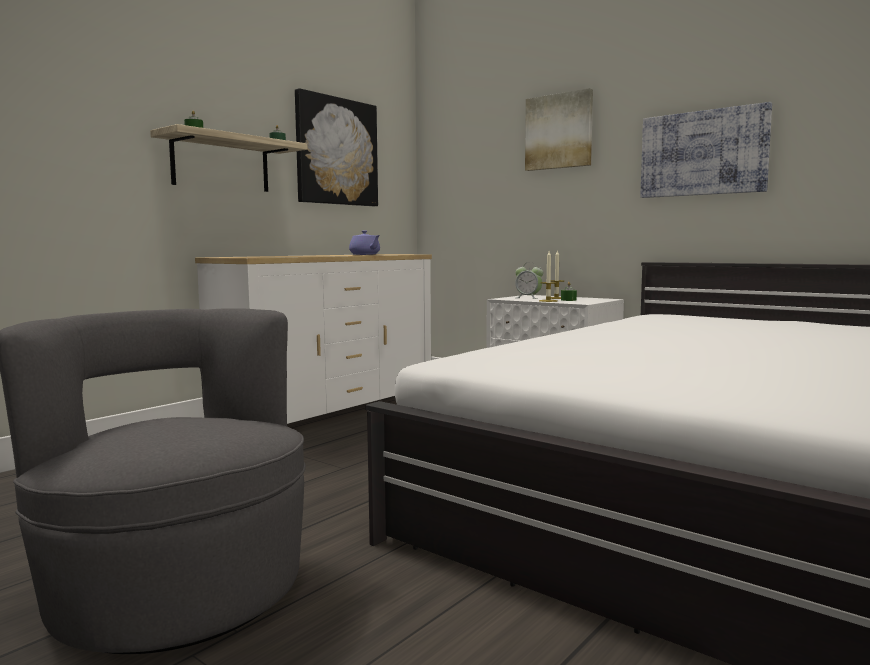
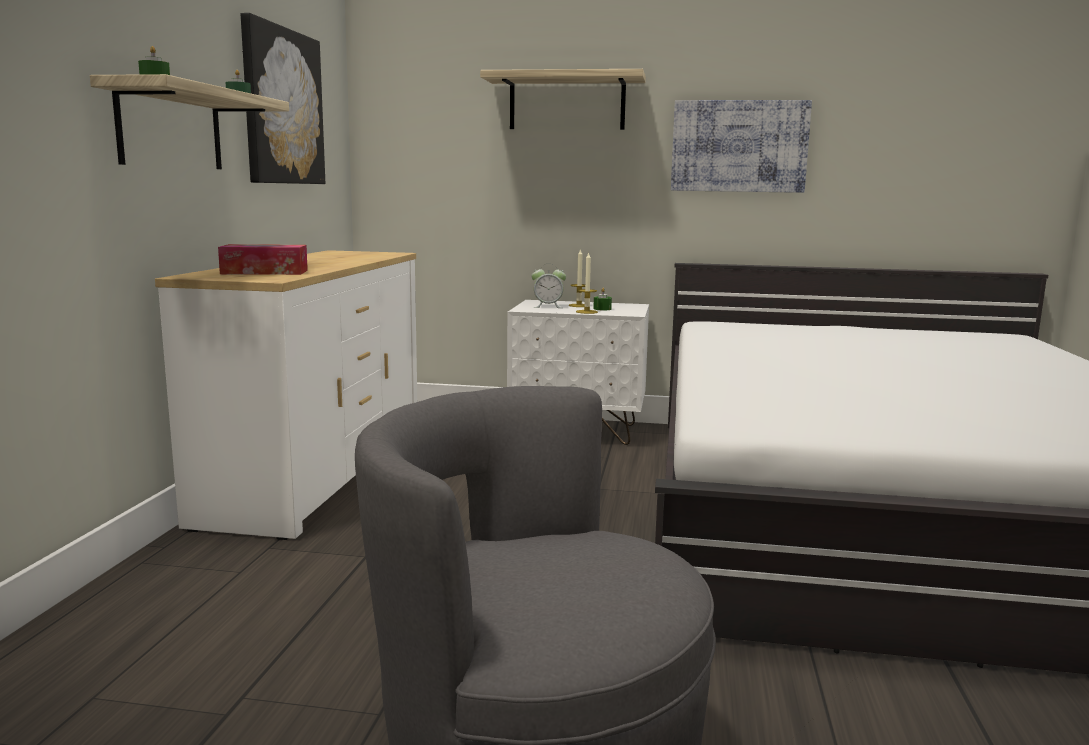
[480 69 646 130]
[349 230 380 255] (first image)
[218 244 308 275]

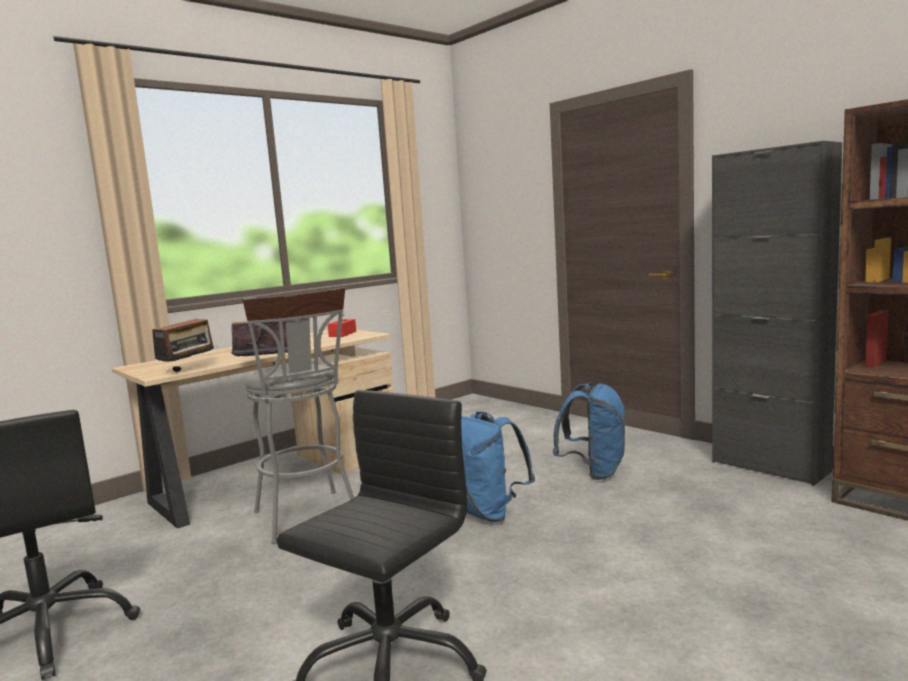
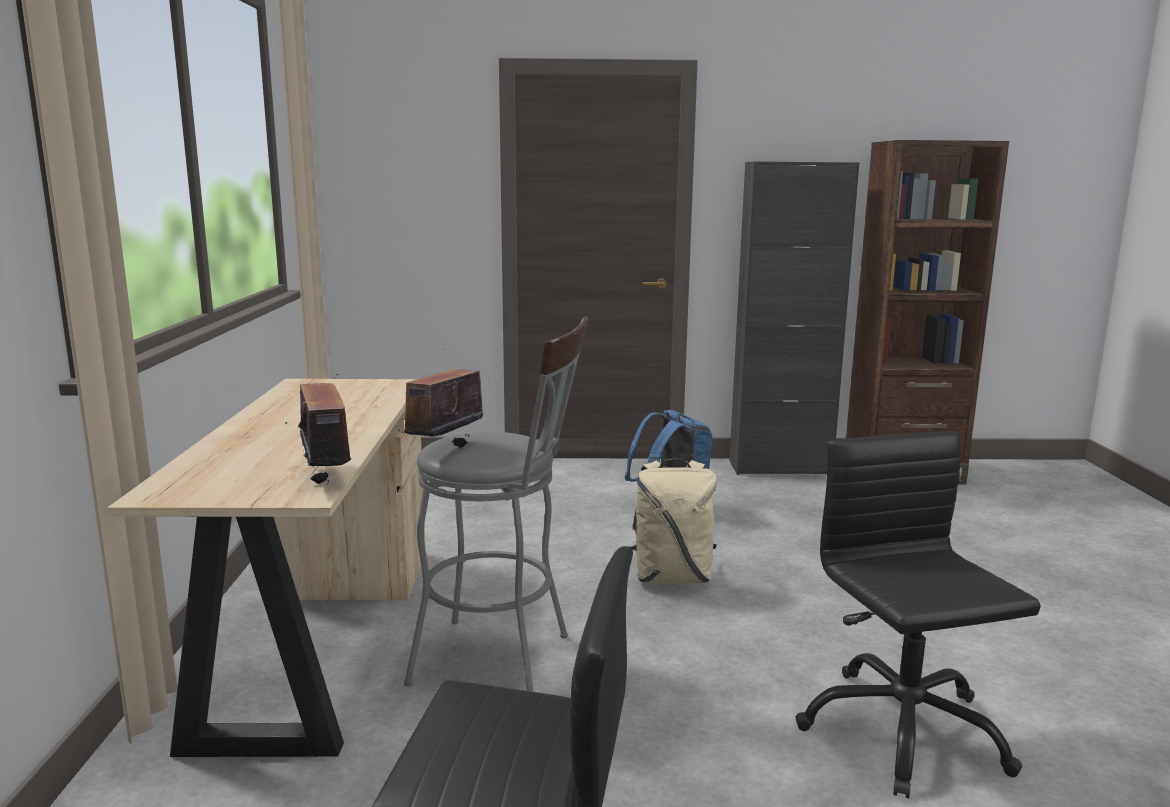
[328 310 356 337] (first image)
[631 459 717 584]

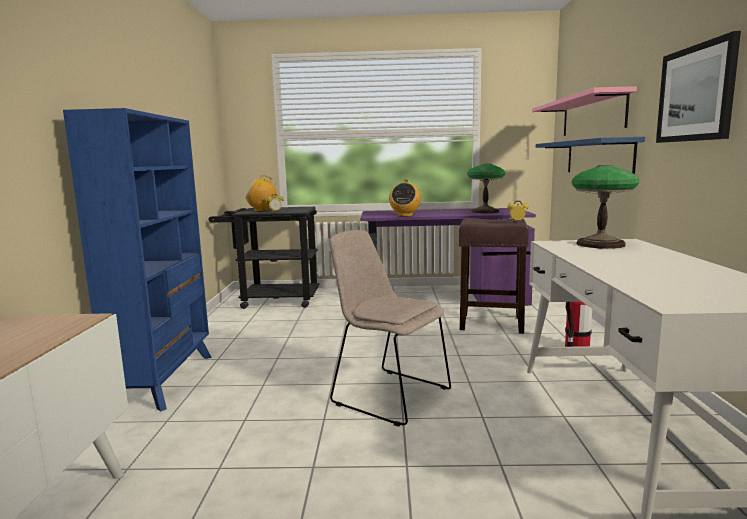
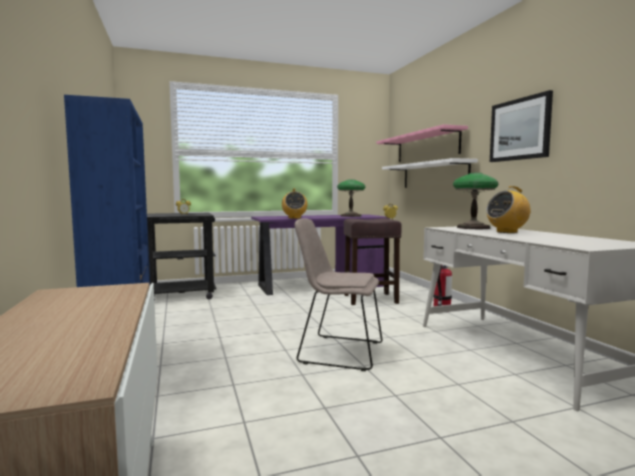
[382 158 478 188]
[486 186 531 233]

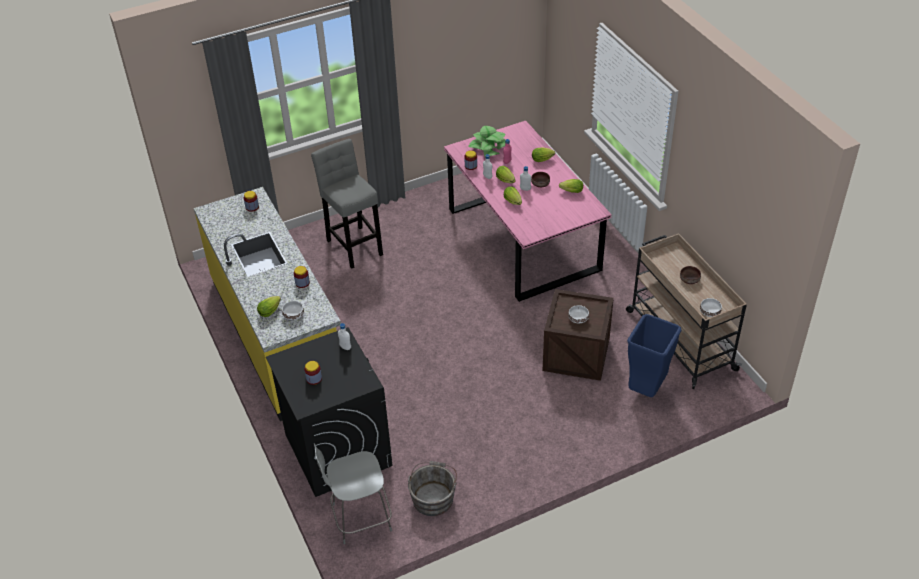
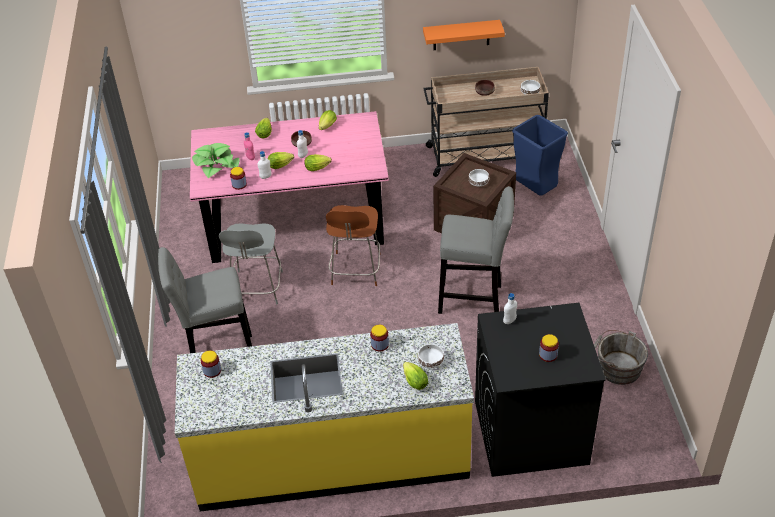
[219 223 283 304]
[423 20 505 50]
[438 186 514 314]
[326 205 381 286]

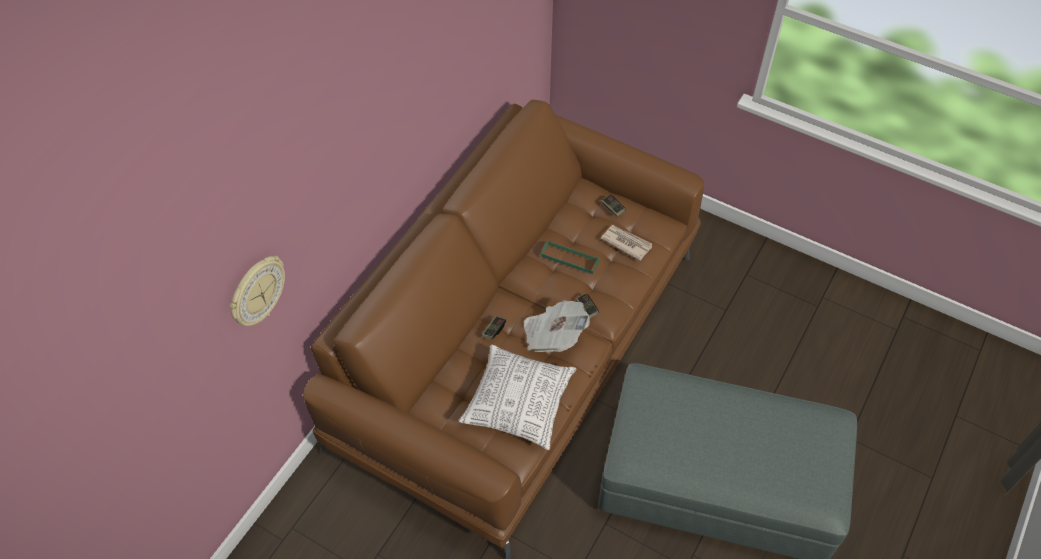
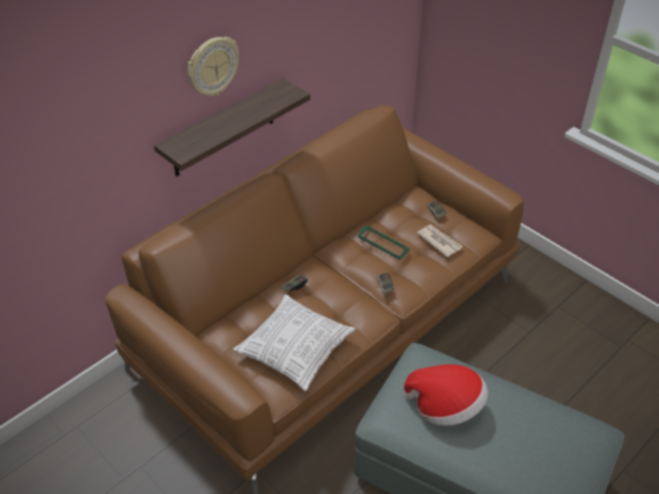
[188 37 239 96]
[524 300 590 352] (first image)
[154 78 310 177]
[404 364 488 426]

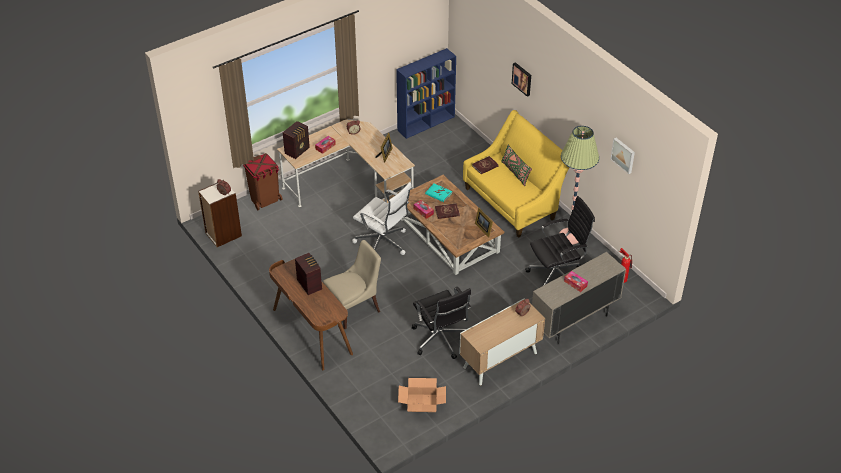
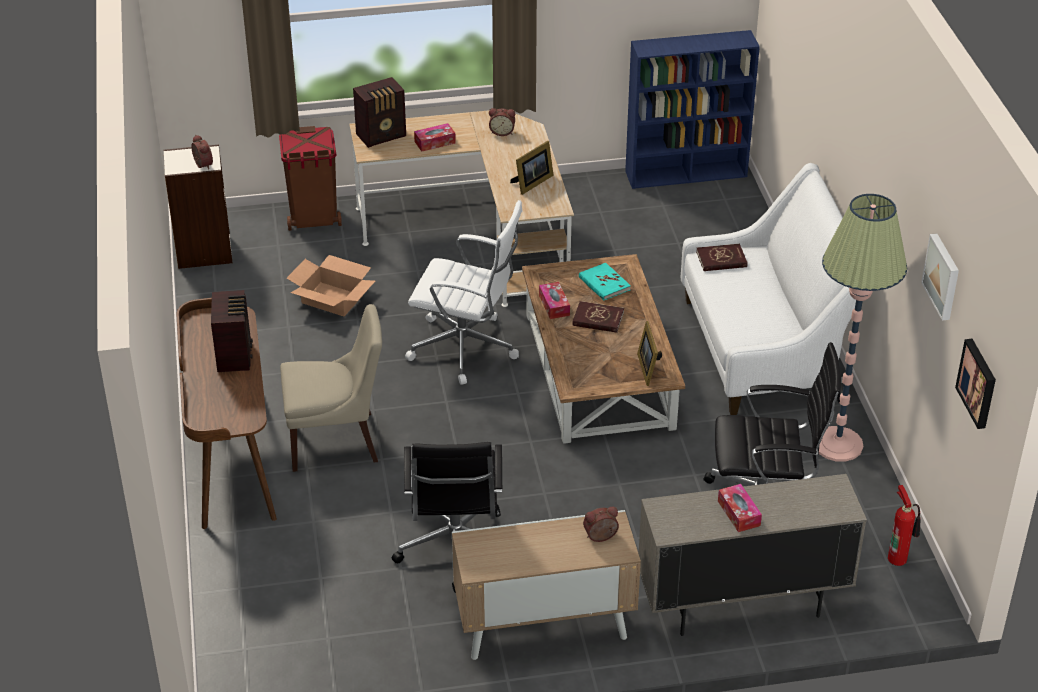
[955 339 996 429]
[681 163 856 415]
[501 145 532 186] (first image)
[405 200 523 385]
[286 255 375 316]

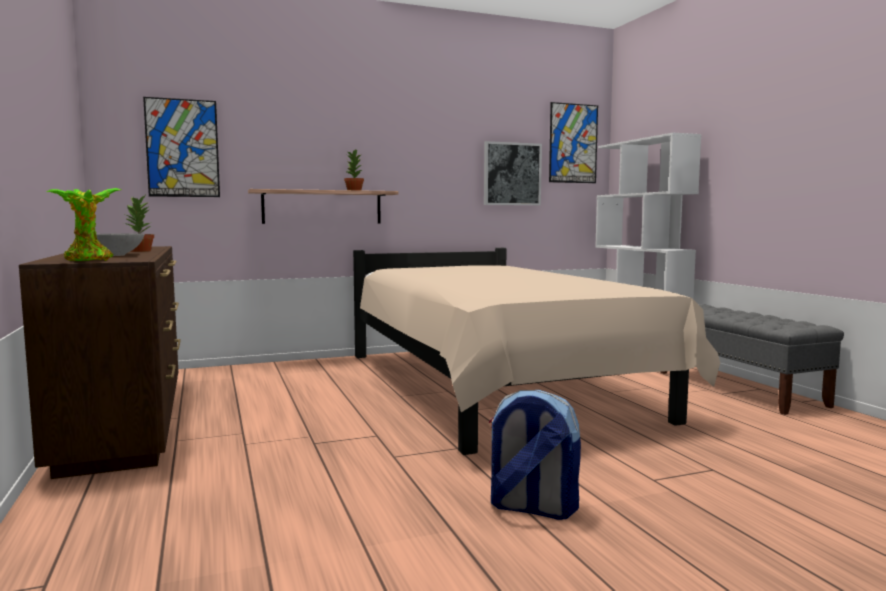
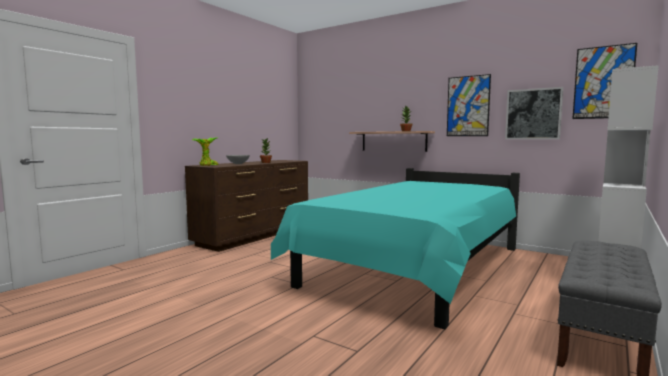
[447 74 491 136]
[271 168 520 329]
[489 390 581 520] (first image)

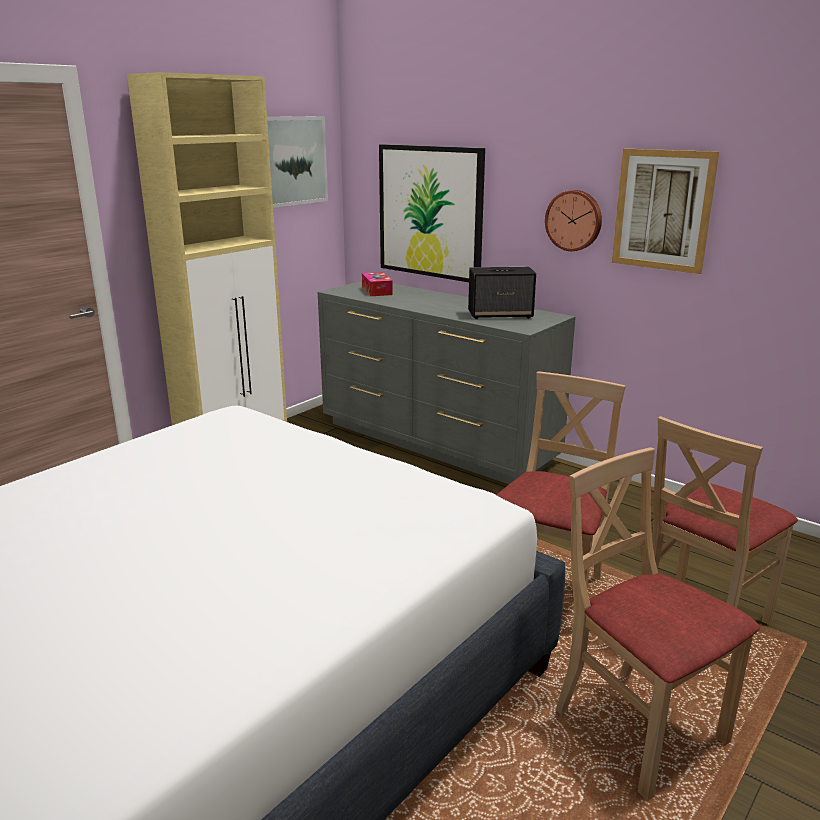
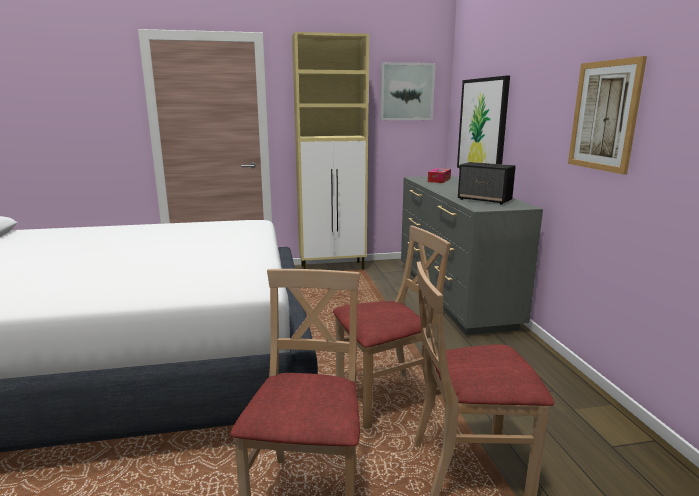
[545 190 602 251] (first image)

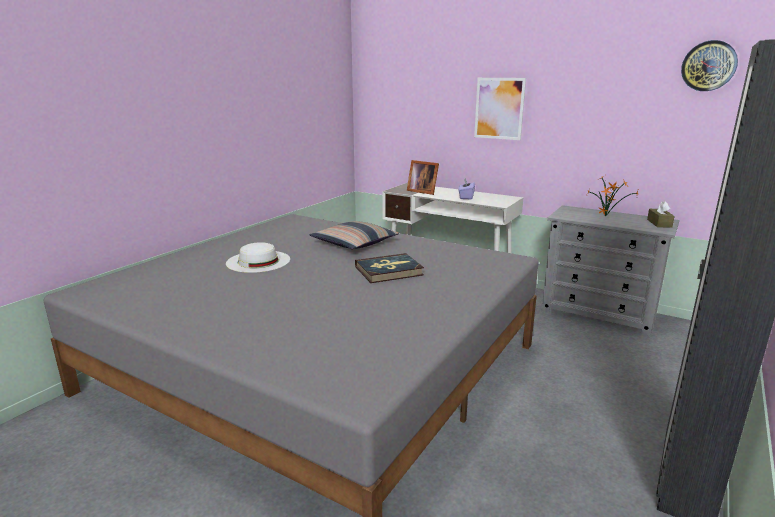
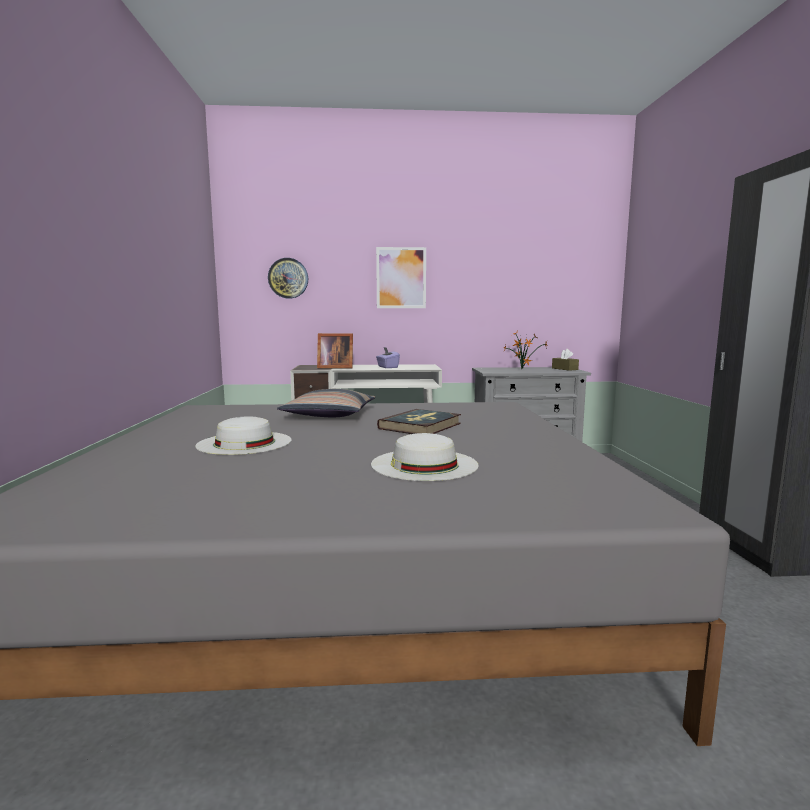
[268 258 308 299]
[371 433 479 481]

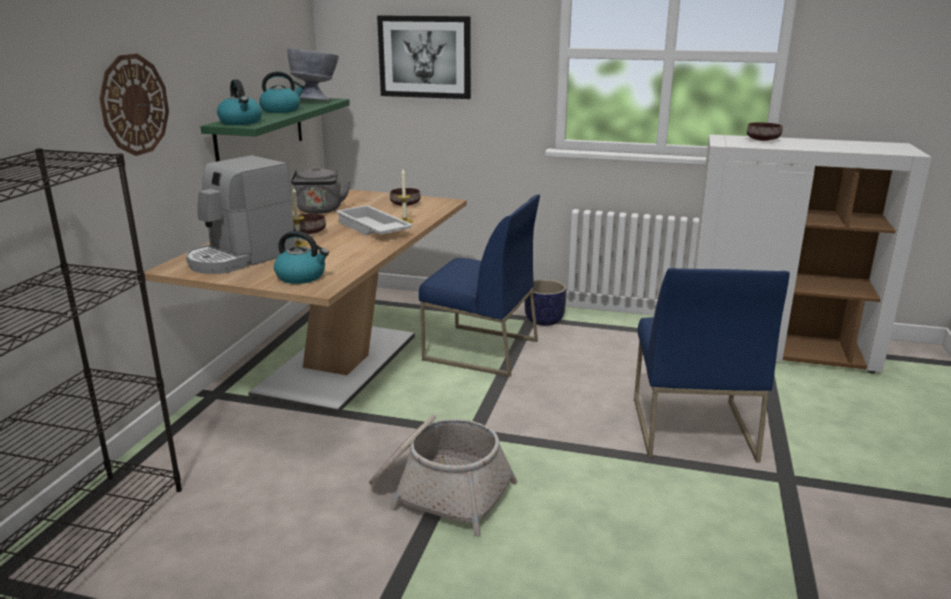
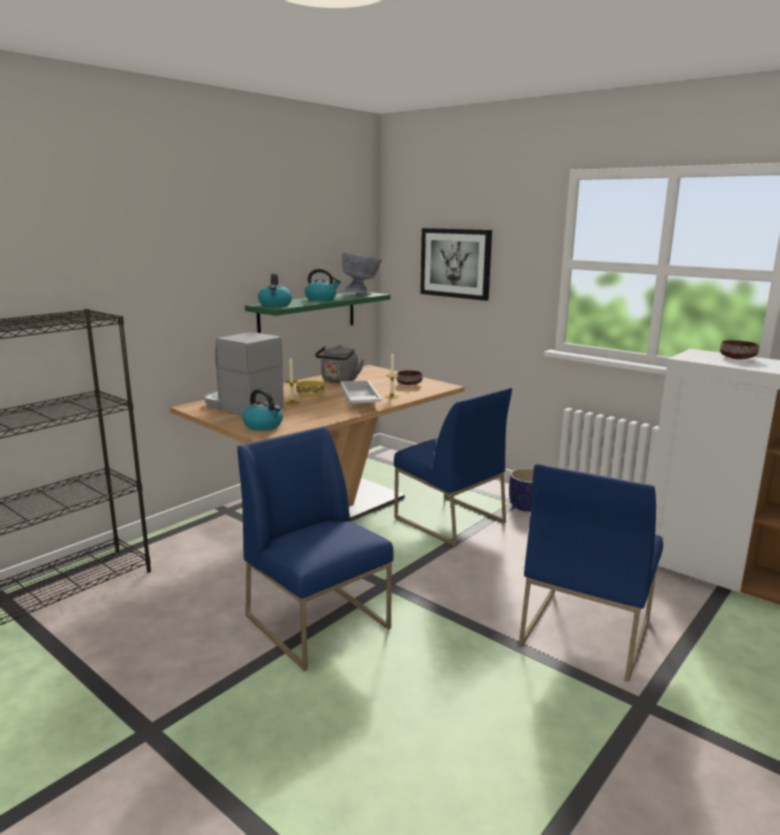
[99 54 169 156] (first image)
[205 332 284 416]
[296 380 324 397]
[237 426 394 671]

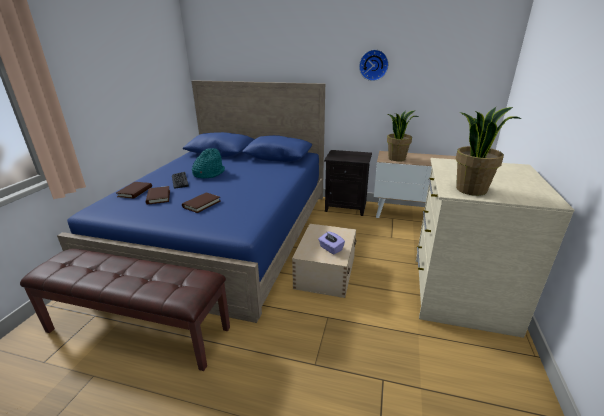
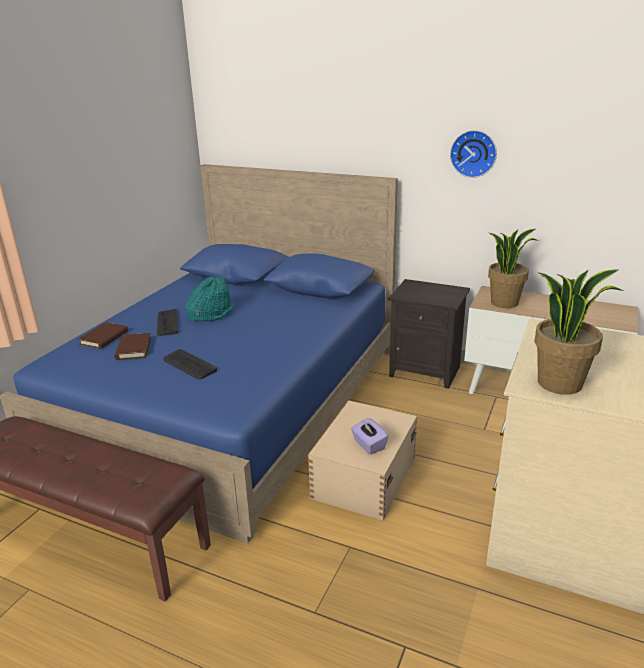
[163 349 217 379]

